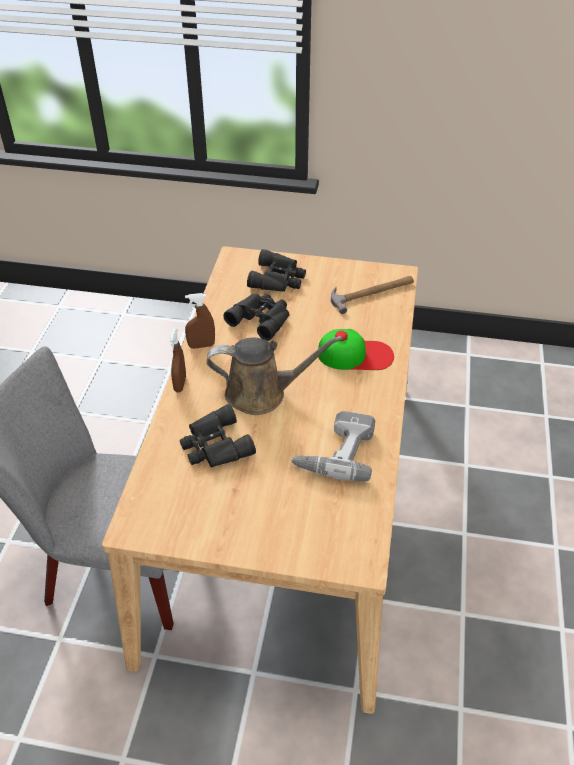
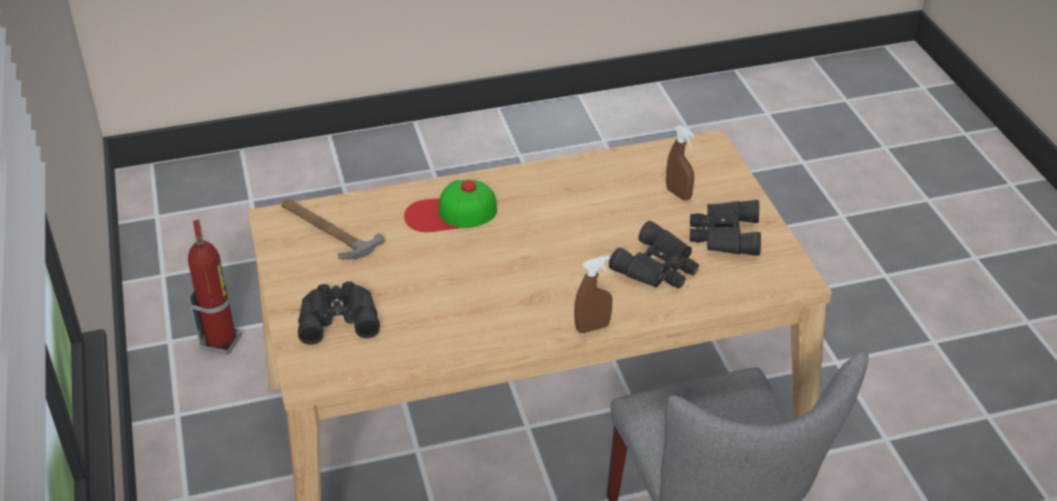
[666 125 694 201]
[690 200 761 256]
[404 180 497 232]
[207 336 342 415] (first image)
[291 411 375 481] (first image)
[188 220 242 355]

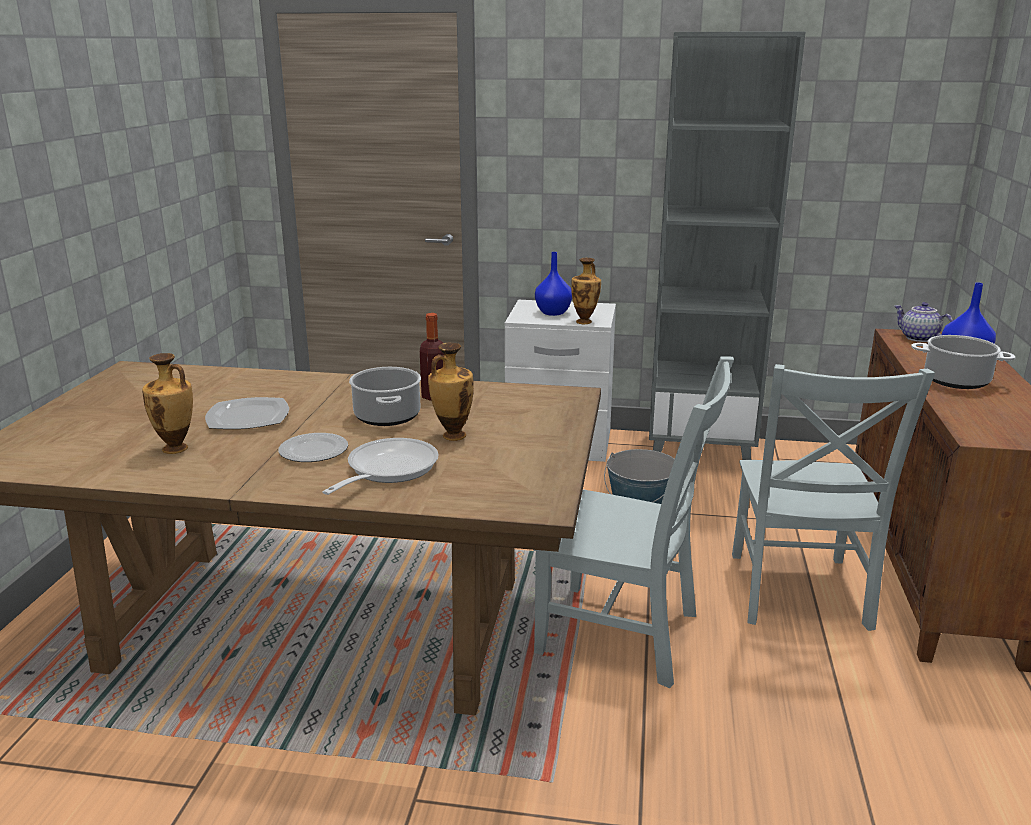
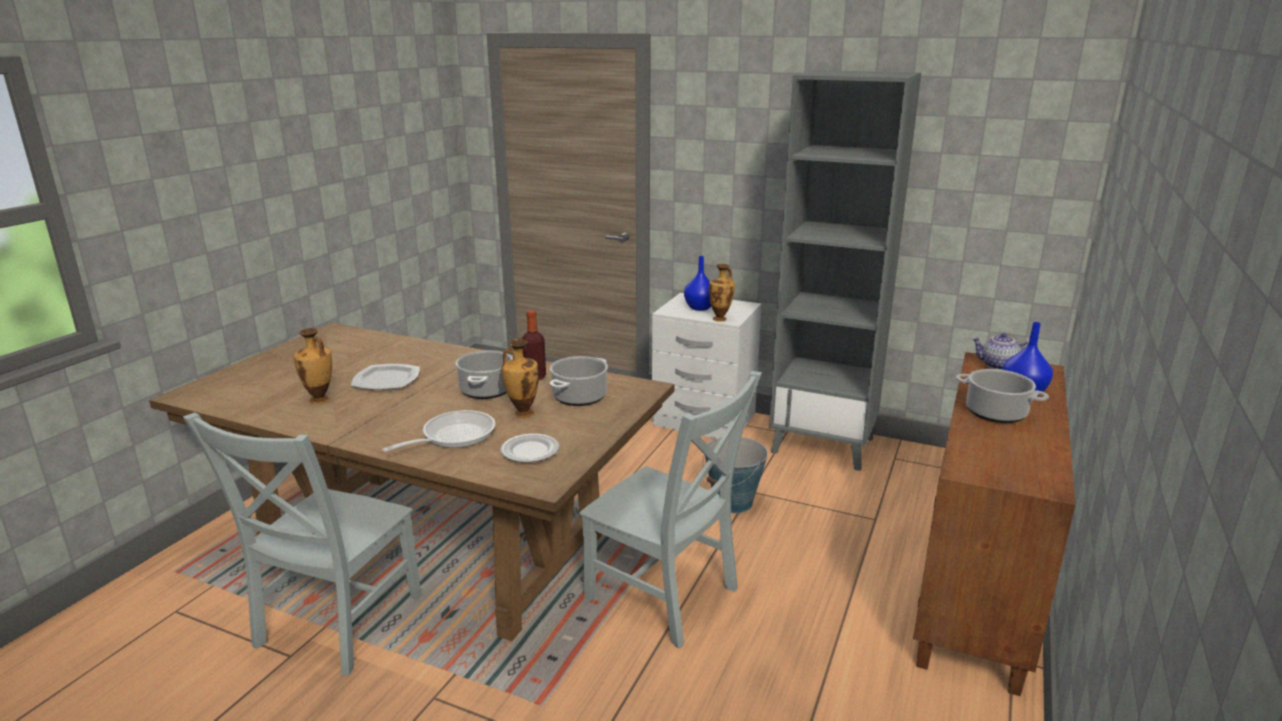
[971 333 1029 370]
[183 413 422 676]
[500 434 560 463]
[550 356 608 406]

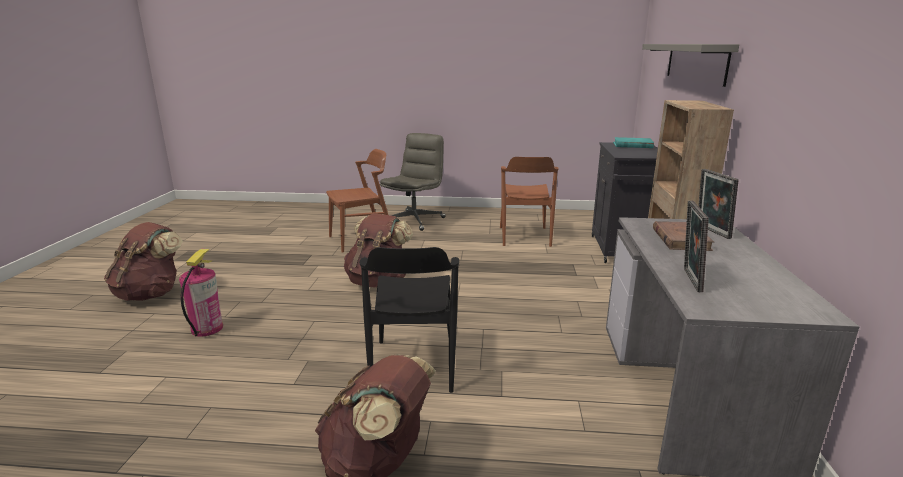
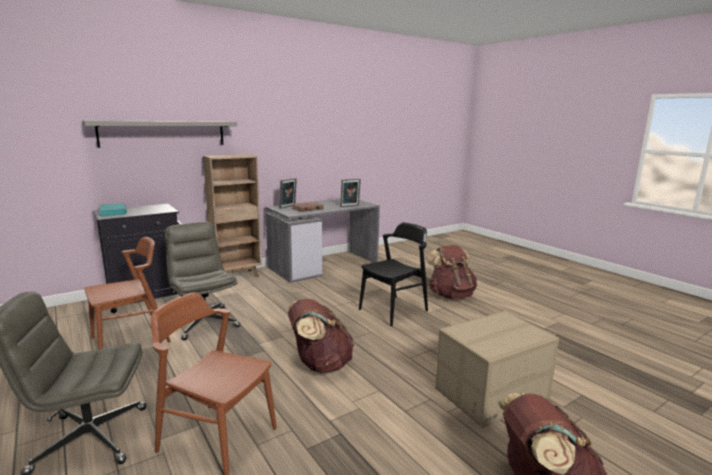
[435 311 559 428]
[165 222 240 341]

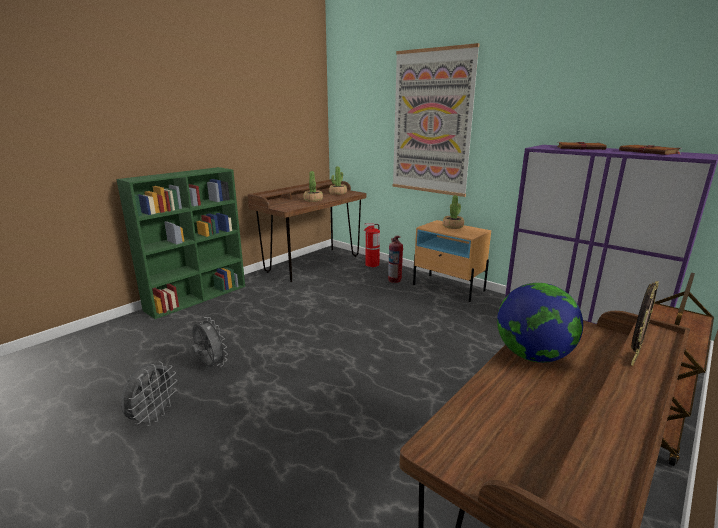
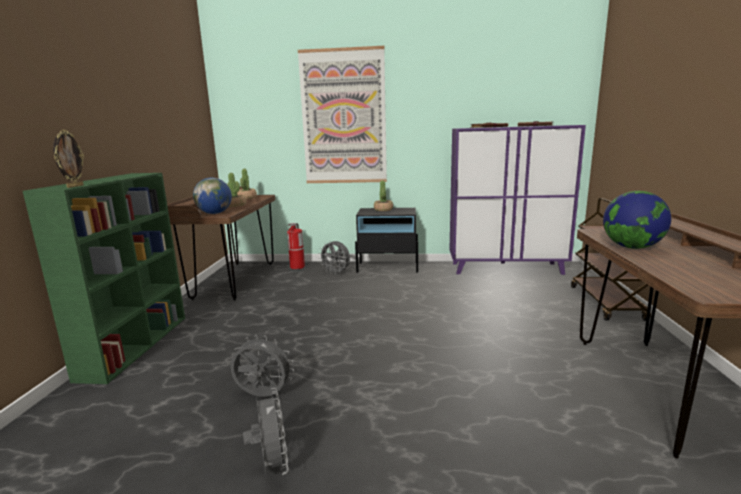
[355 208 418 273]
[318 241 350 275]
[53 130 84 188]
[193 178 232 214]

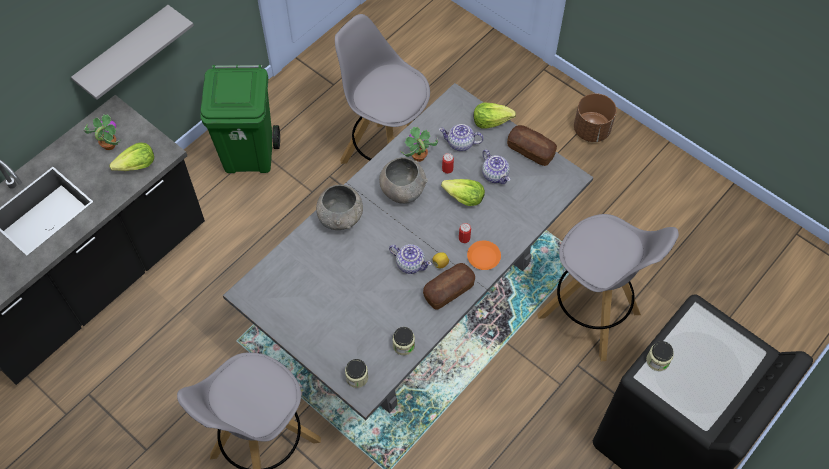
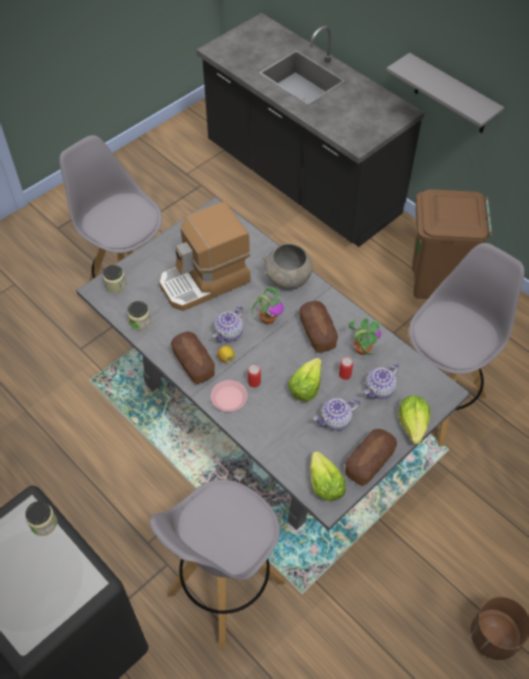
[412 189 493 299]
[251 286 284 324]
[365 363 399 399]
[310 451 346 501]
[299 301 338 353]
[211 380 247 412]
[159 202 250 311]

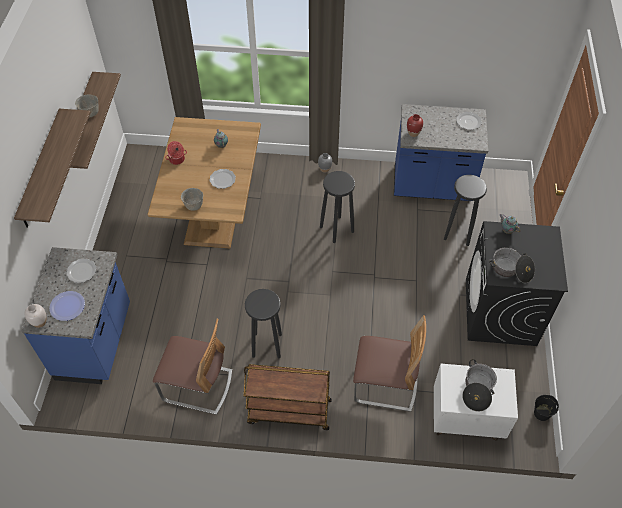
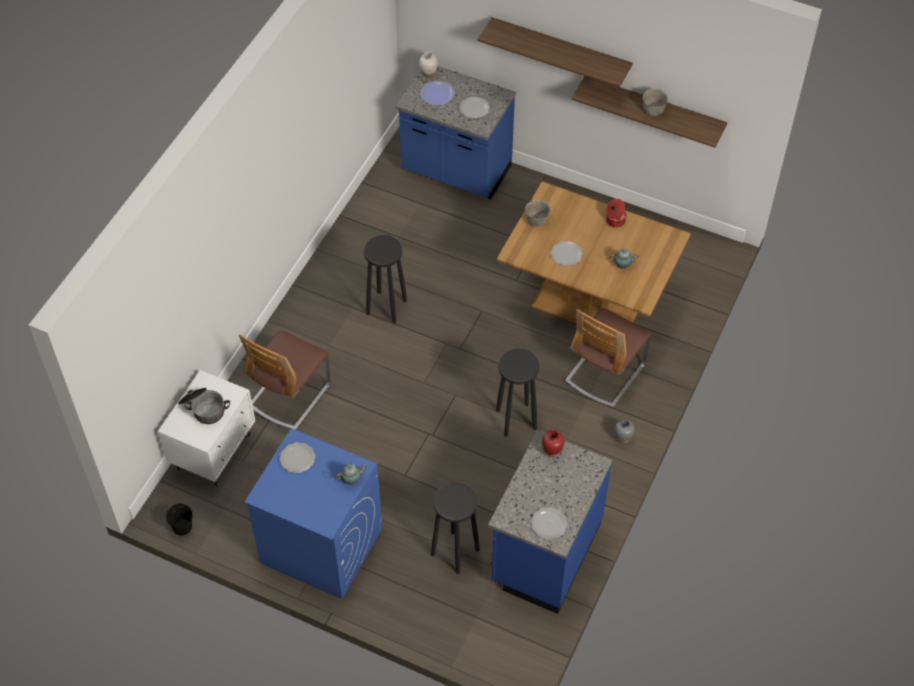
[245 428 382 599]
[279 442 316 473]
[565 308 652 408]
[244 364 332 430] (first image)

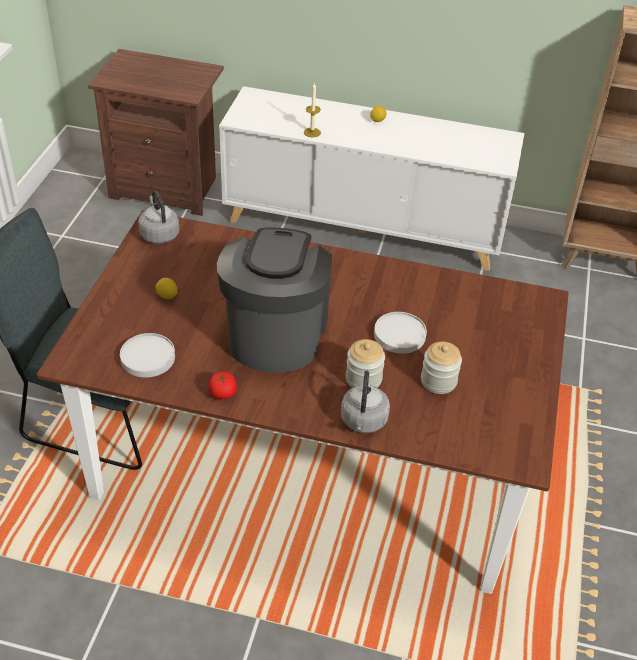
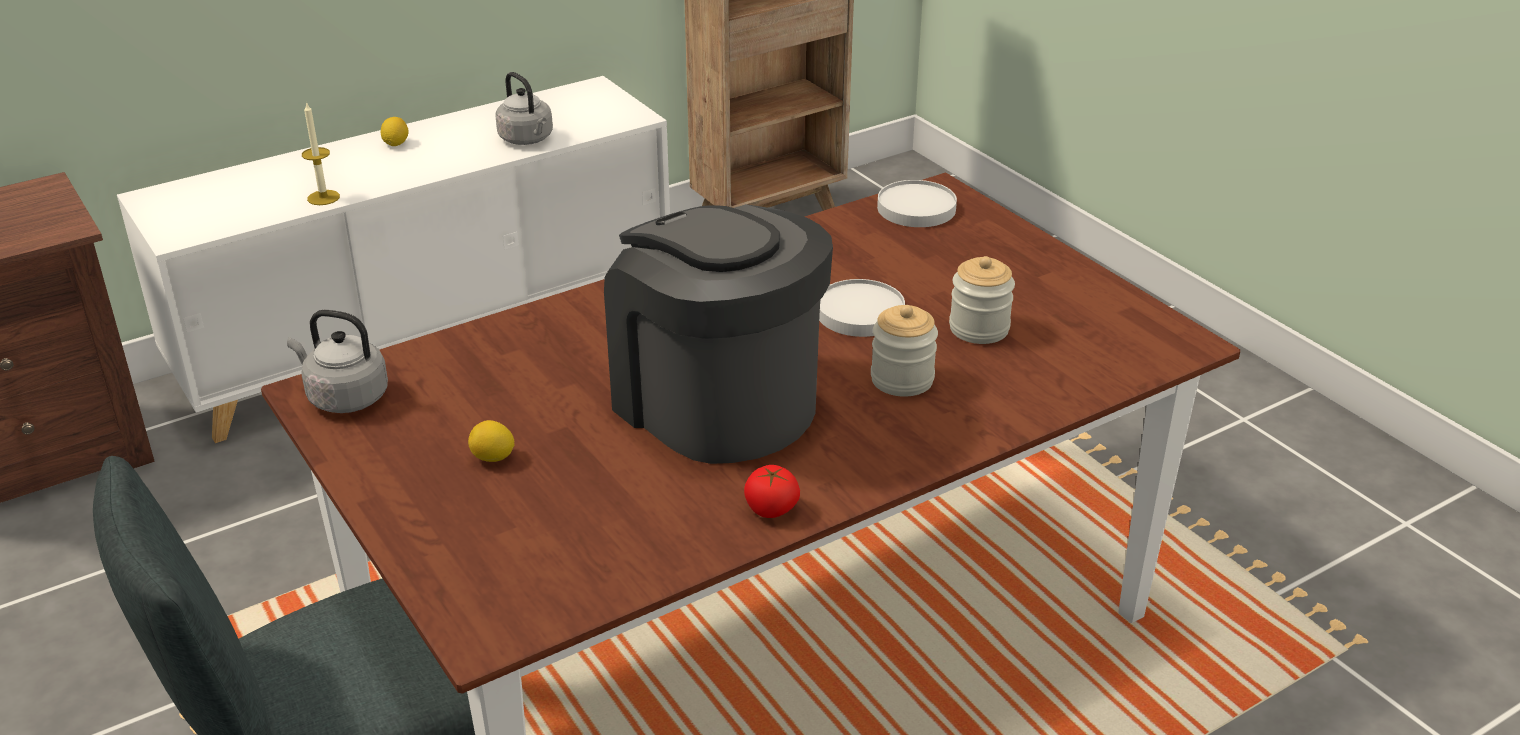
[877 180 957 227]
[495 72 553 145]

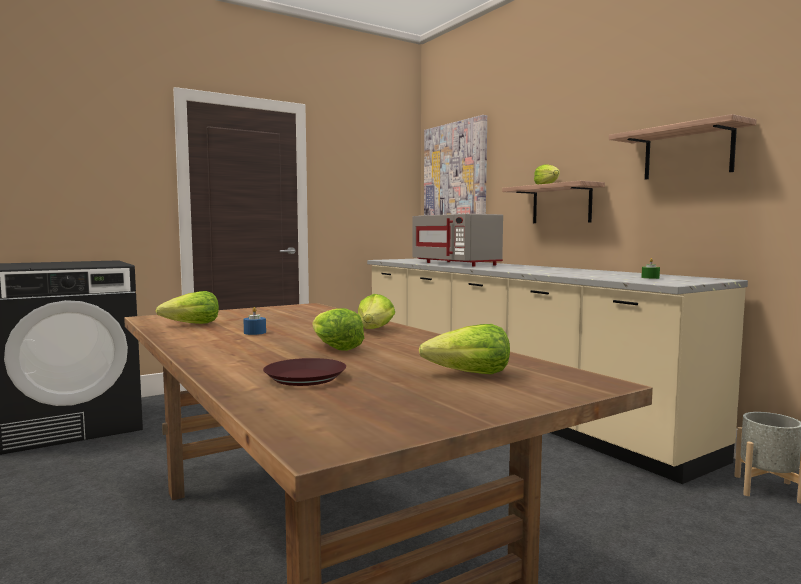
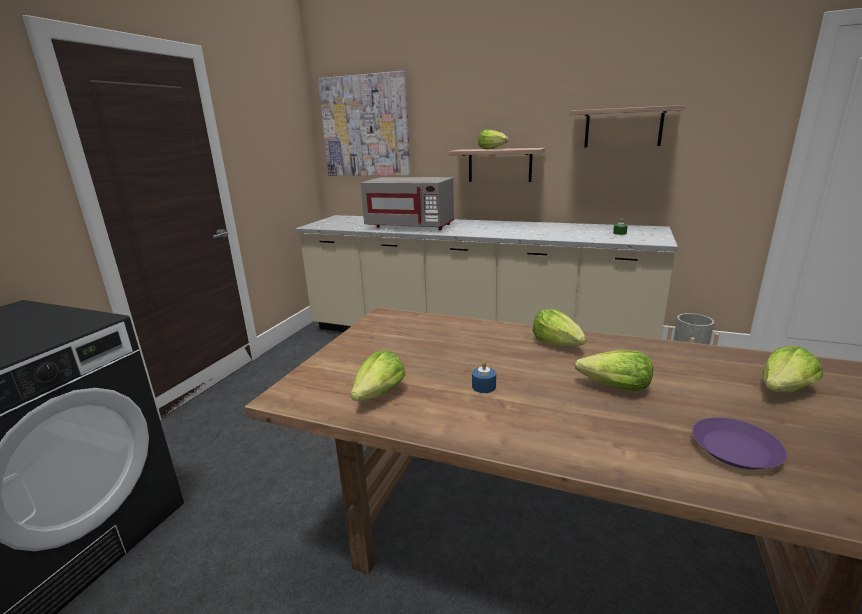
[692 417 787 469]

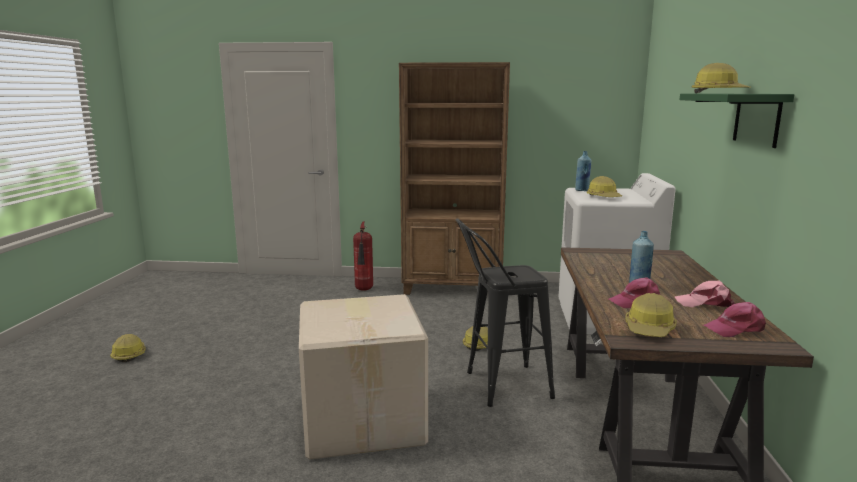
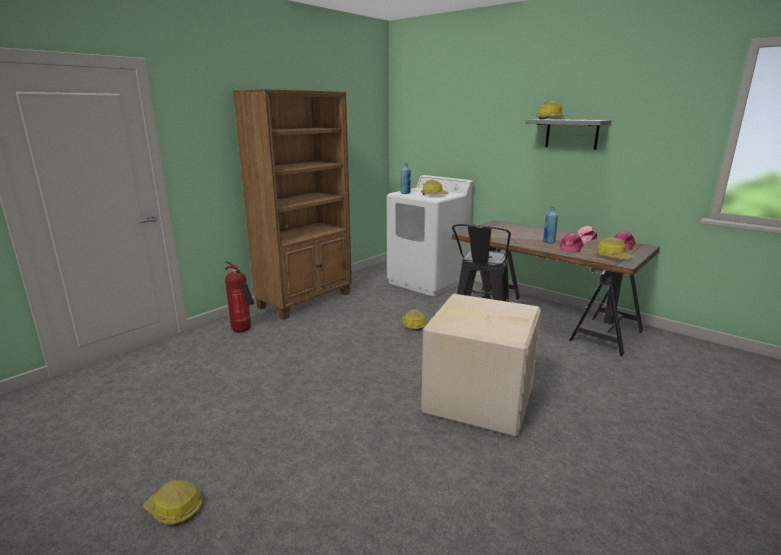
[525 119 612 150]

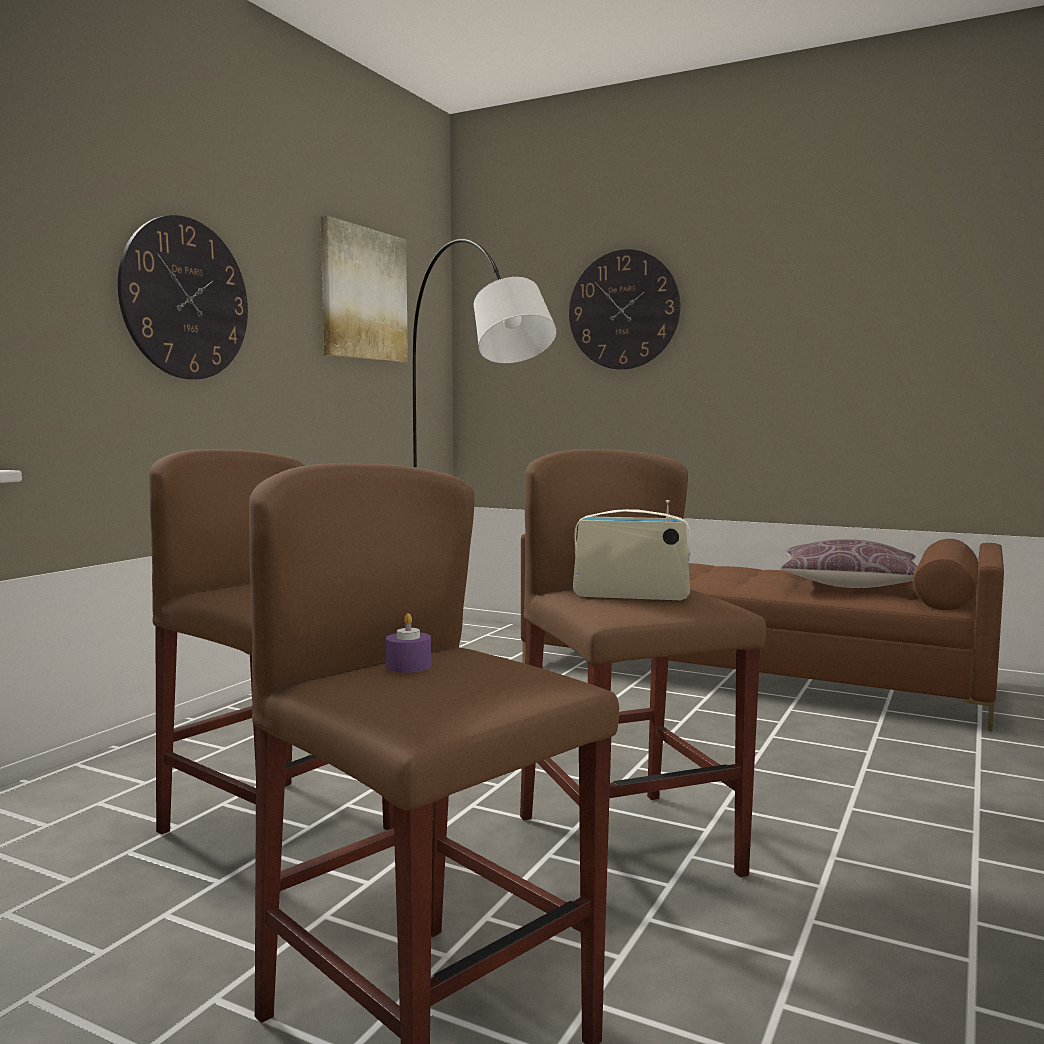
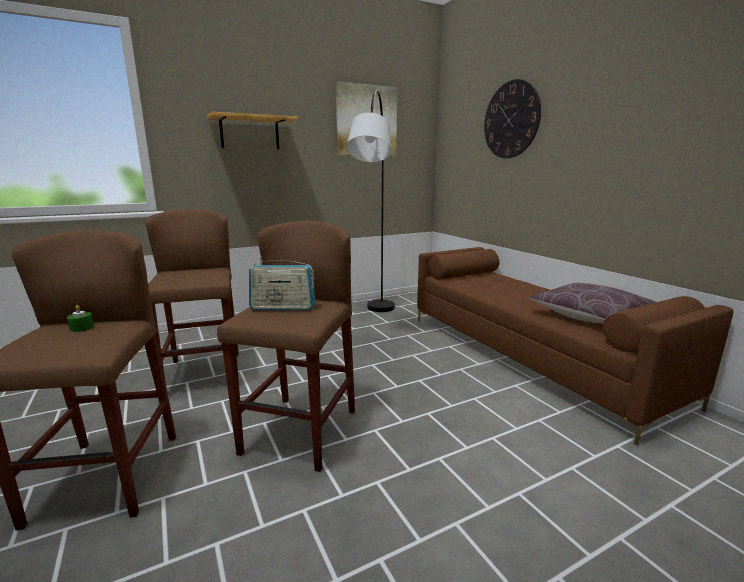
[207 112 298 149]
[249 256 316 310]
[67 305 94 332]

